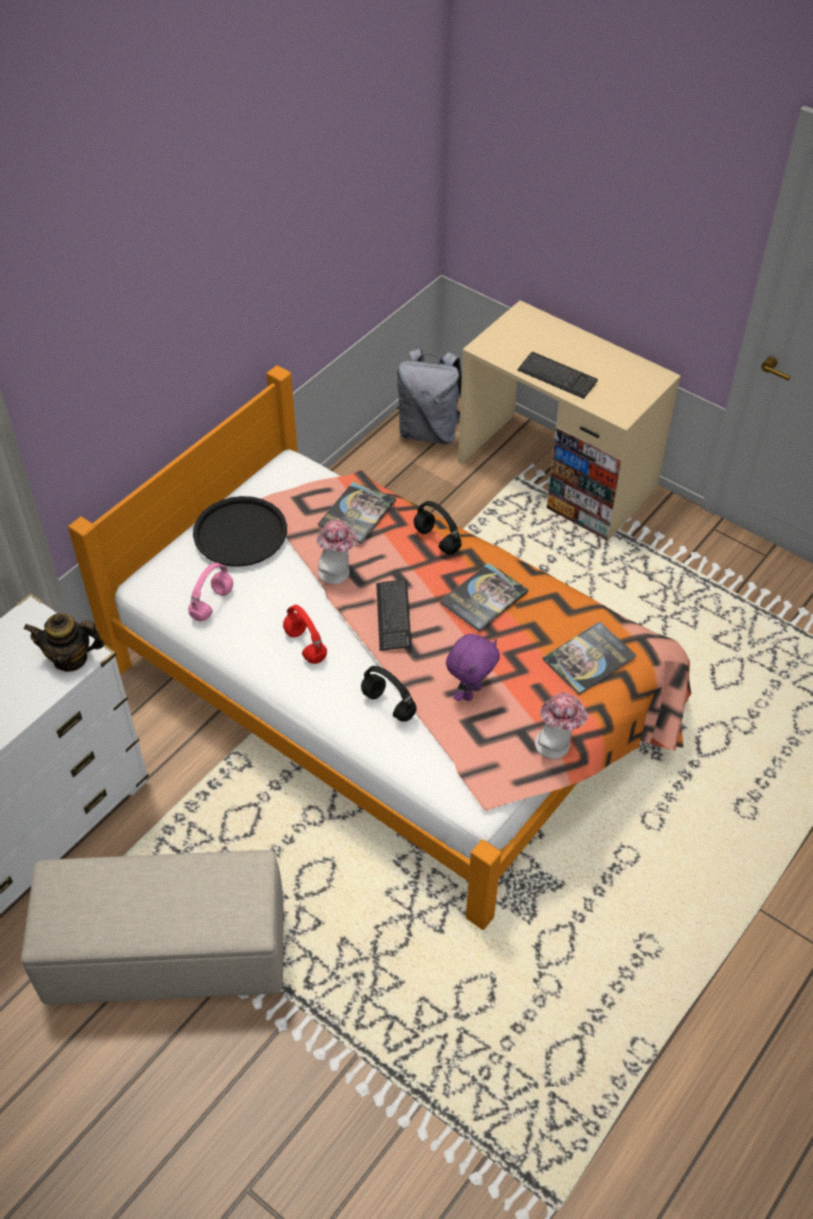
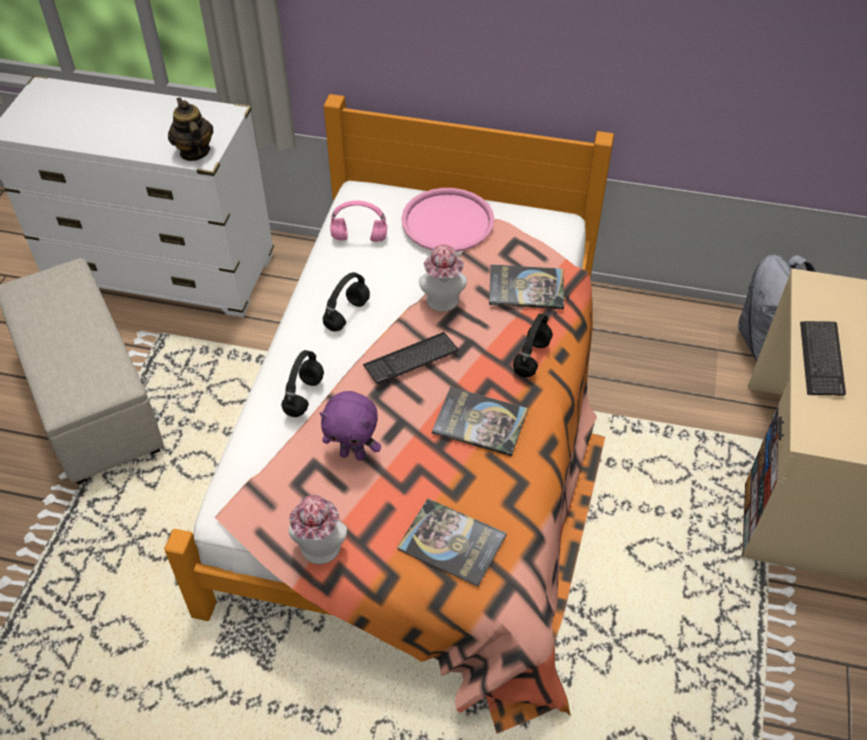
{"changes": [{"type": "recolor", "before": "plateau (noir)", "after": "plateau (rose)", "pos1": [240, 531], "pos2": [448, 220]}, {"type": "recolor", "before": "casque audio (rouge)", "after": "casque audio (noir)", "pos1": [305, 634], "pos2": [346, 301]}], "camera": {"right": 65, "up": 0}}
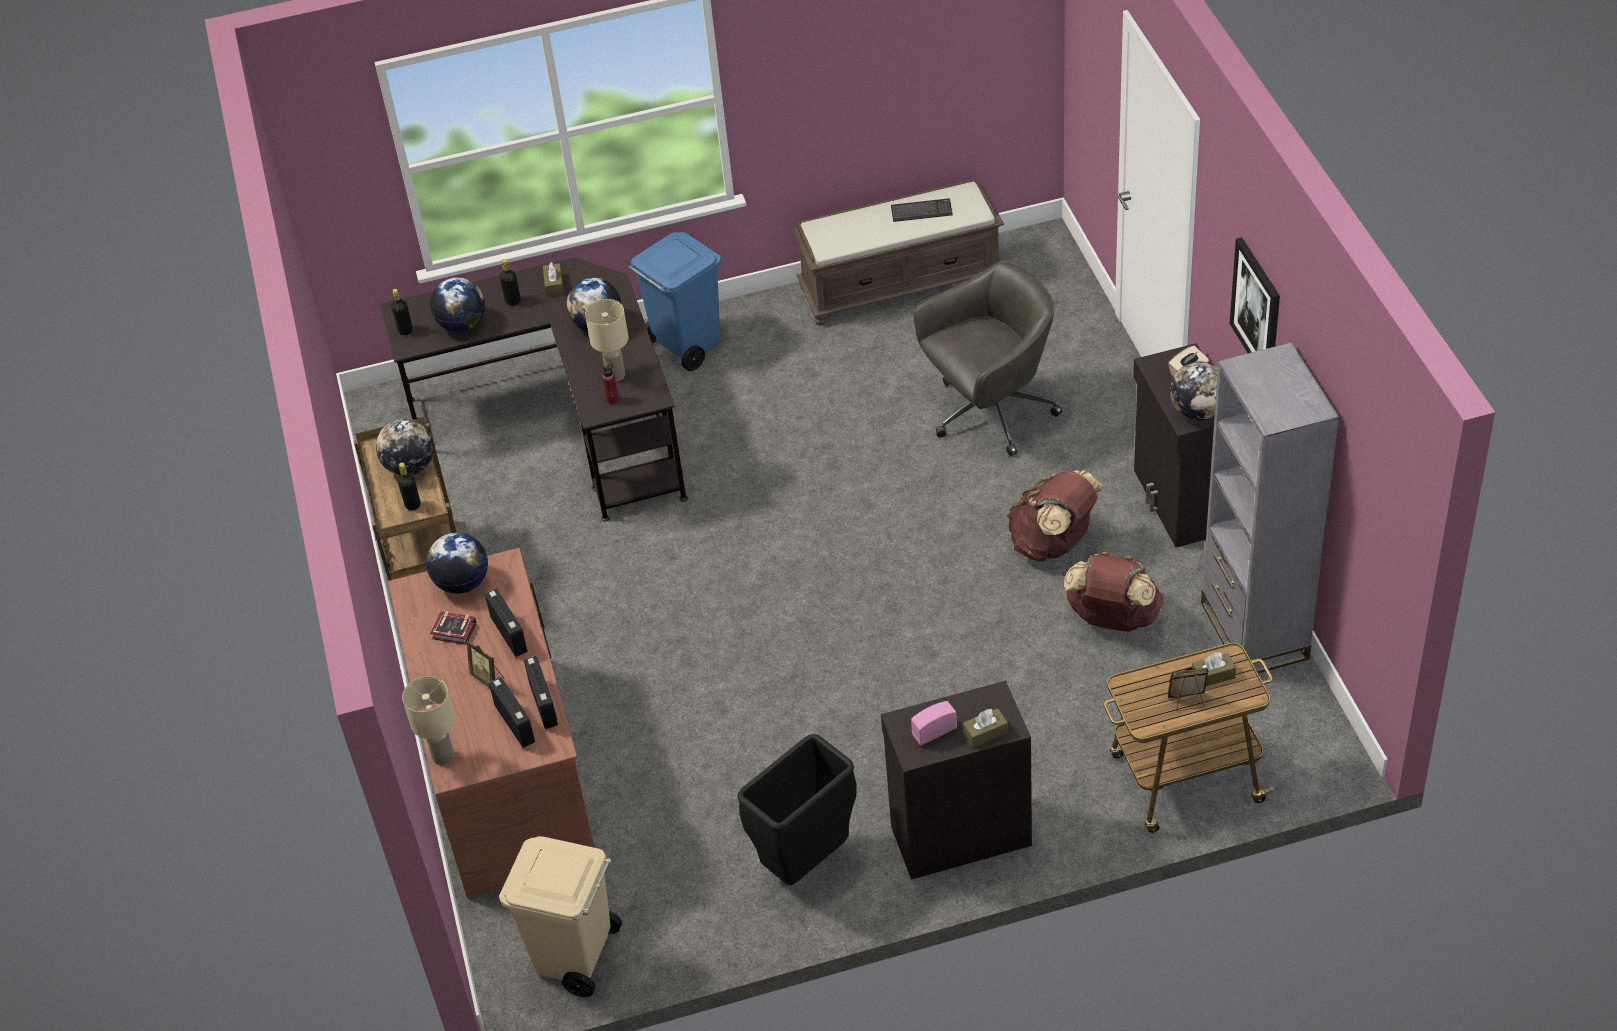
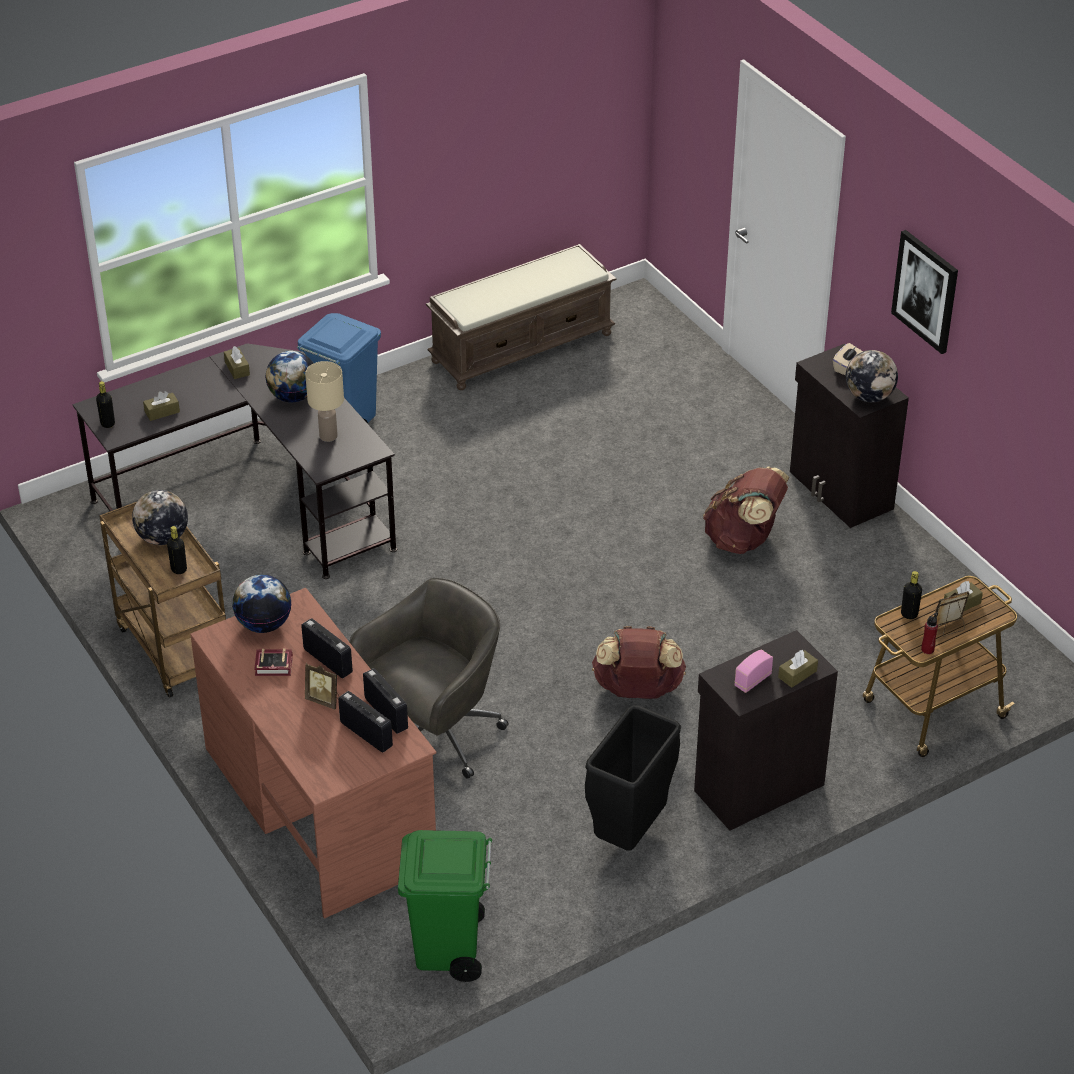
{"changes": [{"type": "delete", "before": "lampe de table (beige)", "pos1": [428, 720]}, {"type": "replace", "before": "globe", "after": "boîte à mouchoirs (marron)", "pos1": [457, 304], "pos2": [161, 406]}, {"type": "recolor", "before": "poubelle (beige)", "after": "poubelle (vert)", "pos1": [560, 916], "pos2": [445, 906]}, {"type": "move", "before": "bouteille (noir)", "pos1": [510, 282], "pos2": [911, 595]}, {"type": "move", "before": "bouteille (rouge)", "pos1": [610, 384], "pos2": [929, 633]}, {"type": "delete", "before": "clavier", "pos1": [922, 210]}, {"type": "move", "before": "chaise de bureau (gris)", "pos1": [988, 358], "pos2": [429, 678]}, {"type": "move", "before": "sac à dos (marron)", "pos1": [1114, 592], "pos2": [639, 662]}, {"type": "delete", "before": "bibliothèque (gris)", "pos1": [1270, 507]}], "camera": {"right": -20, "up": -5}}
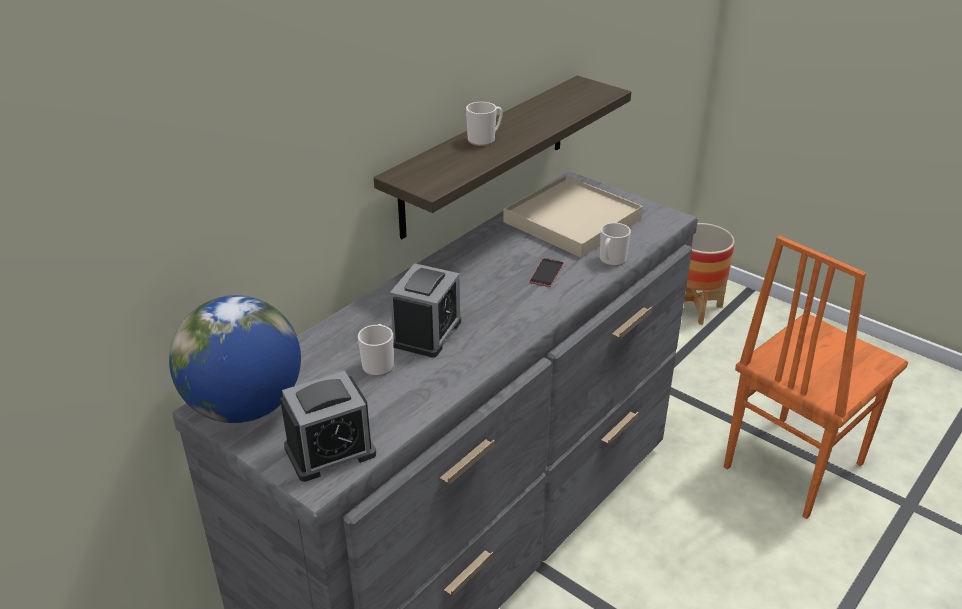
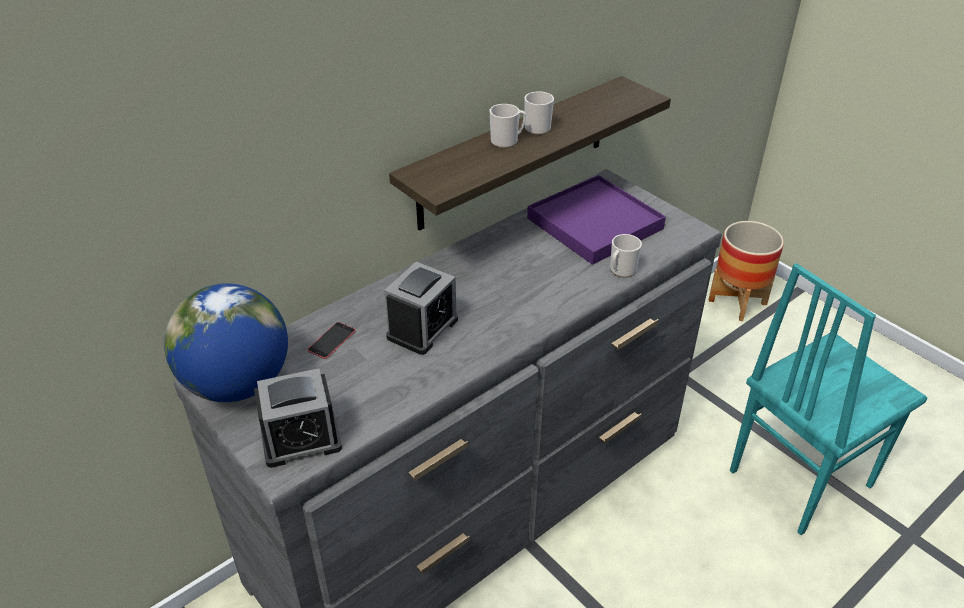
{"changes": [{"type": "move", "before": "mug", "pos1": [376, 350], "pos2": [539, 113]}, {"type": "recolor", "before": "plateau (beige)", "after": "plateau (violet)", "pos1": [573, 216], "pos2": [596, 220]}, {"type": "move", "before": "téléphone", "pos1": [546, 272], "pos2": [331, 340]}, {"type": "recolor", "before": "chaise (orange)", "after": "chaise (turquoise)", "pos1": [816, 377], "pos2": [828, 399]}], "camera": {"right": 10, "up": 5}}
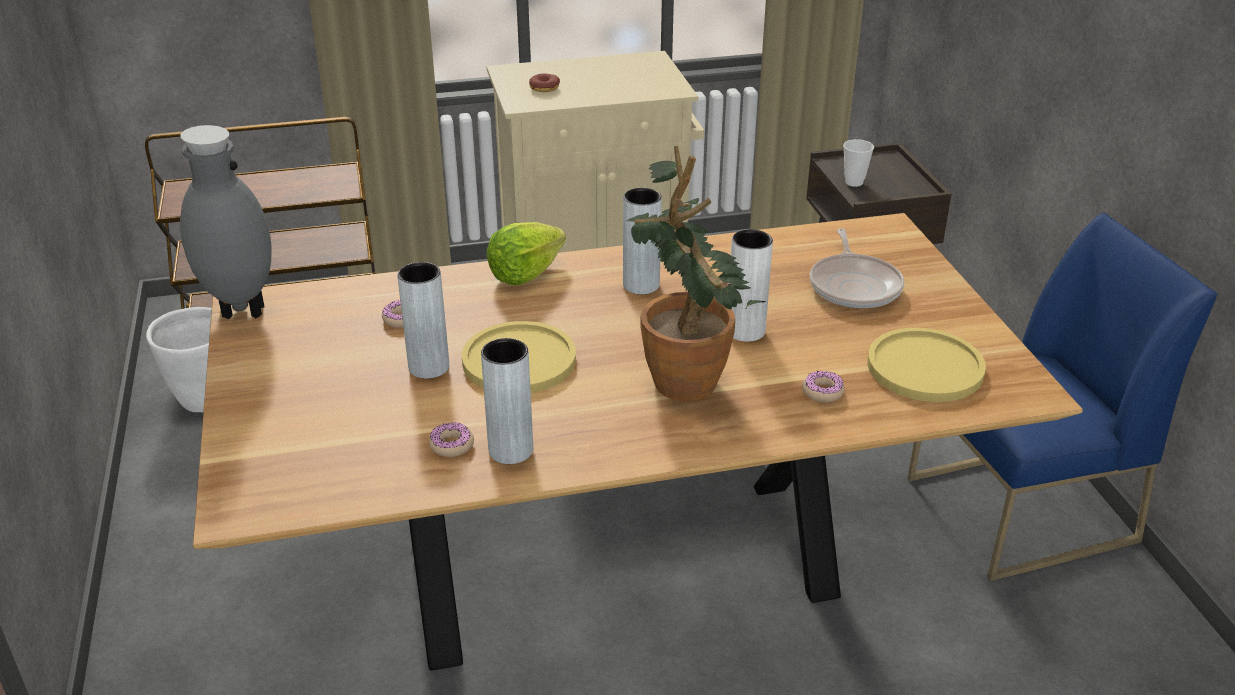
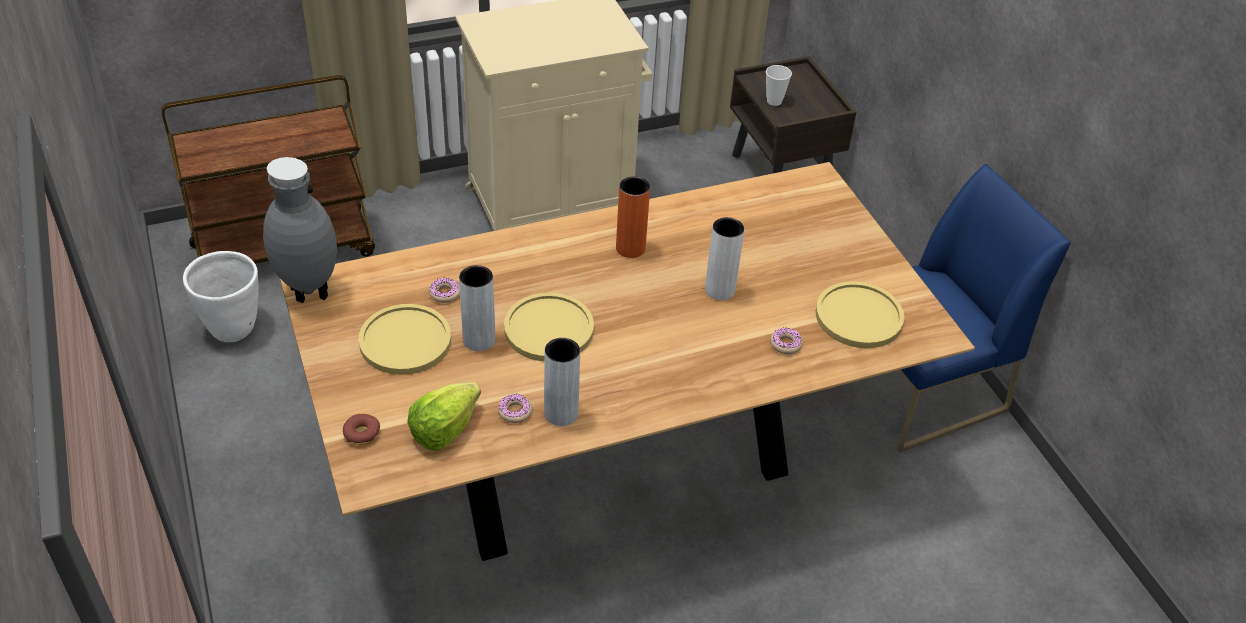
{"changes": [{"type": "move", "before": "laitue", "pos1": [526, 253], "pos2": [444, 416]}, {"type": "move", "before": "beignet", "pos1": [544, 82], "pos2": [361, 429]}, {"type": "recolor", "before": "vase (gris)", "after": "vase (orange)", "pos1": [642, 241], "pos2": [633, 217]}, {"type": "delete", "before": "plante en pot", "pos1": [696, 273]}, {"type": "delete", "before": "poêle", "pos1": [857, 268]}, {"type": "insert", "after": "assiette (jaune)", "pos2": [405, 339]}], "camera": {"right": -10, "up": 10}}
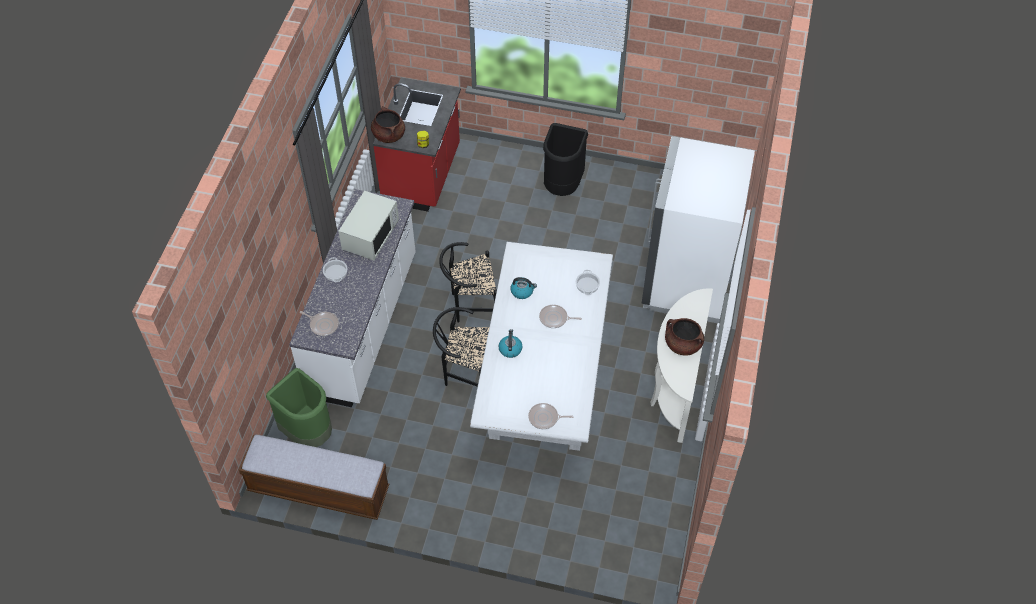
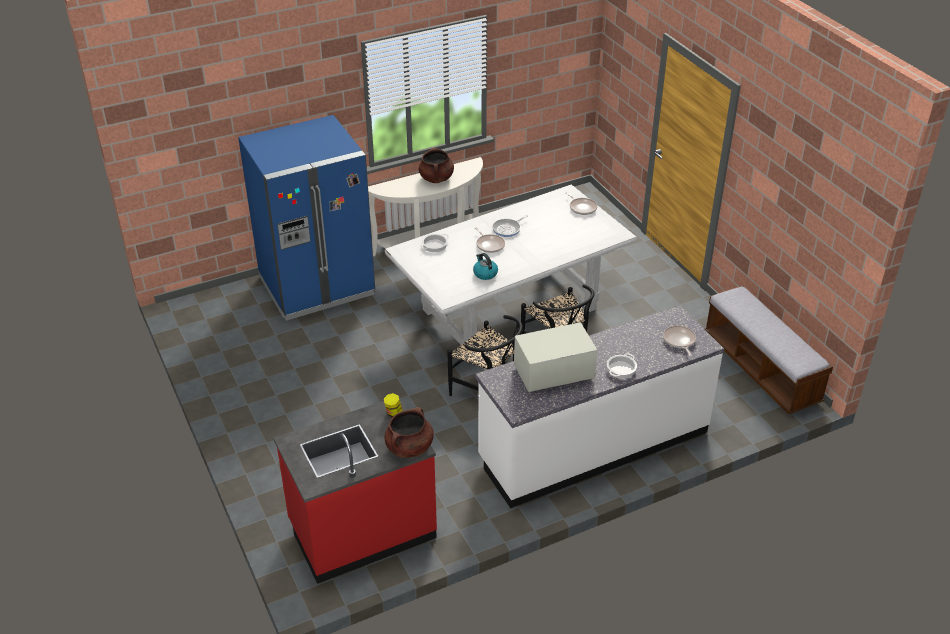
{"changes": [{"type": "delete", "before": "poubelle (vert)", "pos1": [299, 407]}, {"type": "delete", "before": "bouilloire", "pos1": [510, 343]}, {"type": "delete", "before": "poubelle (noir)", "pos1": [565, 159]}, {"type": "recolor", "before": "réfrigérateur (blanc)", "after": "réfrigérateur (bleu)", "pos1": [698, 229], "pos2": [306, 218]}, {"type": "insert", "after": "poêle", "pos2": [510, 226]}], "camera": {"right": -130, "up": -15}}
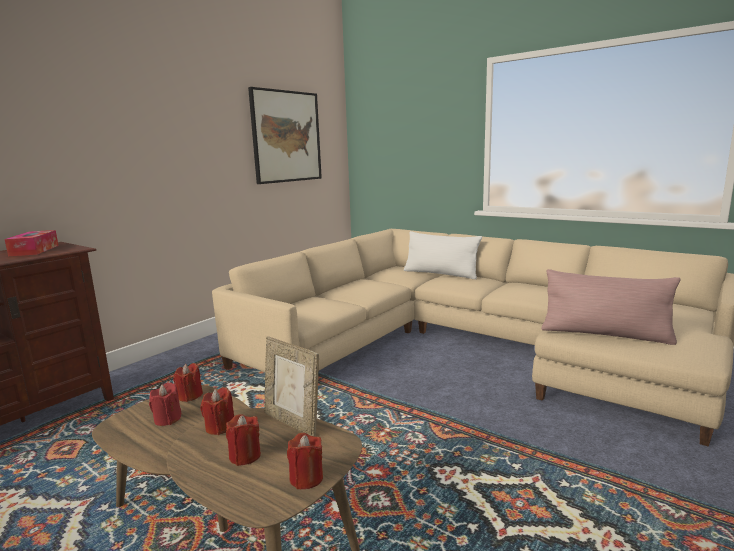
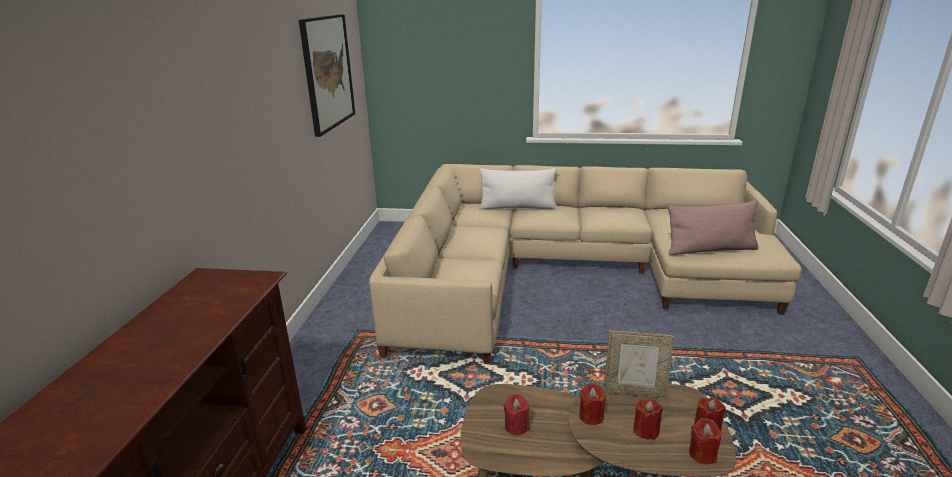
{"changes": [{"type": "delete", "before": "boîte à mouchoirs", "pos1": [31, 243]}, {"type": "move", "before": "bougie (rouge)", "pos1": [188, 382], "pos2": [705, 441]}], "camera": {"right": -30, "up": 10}}
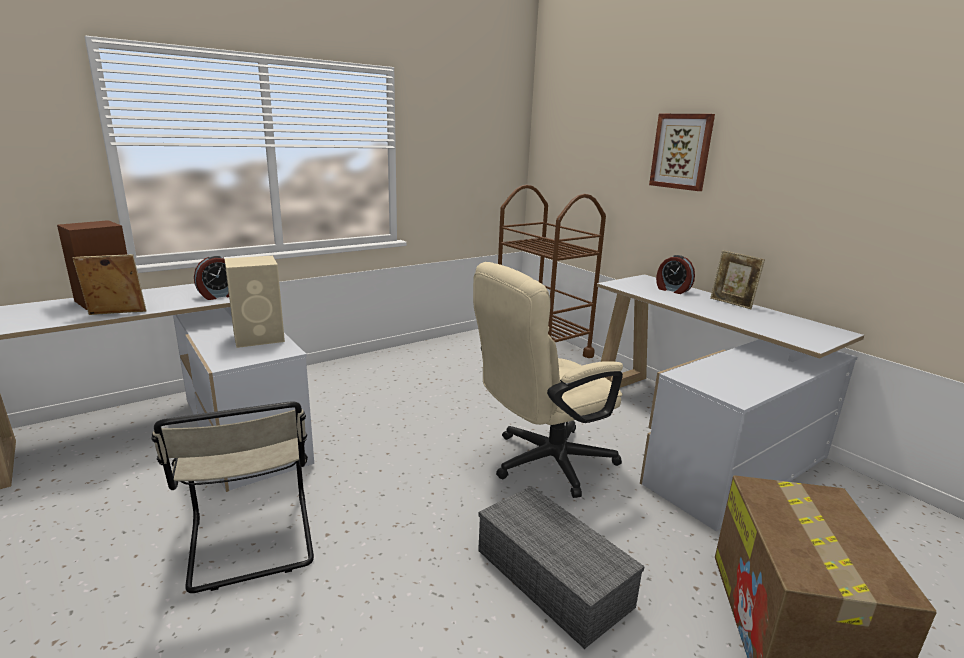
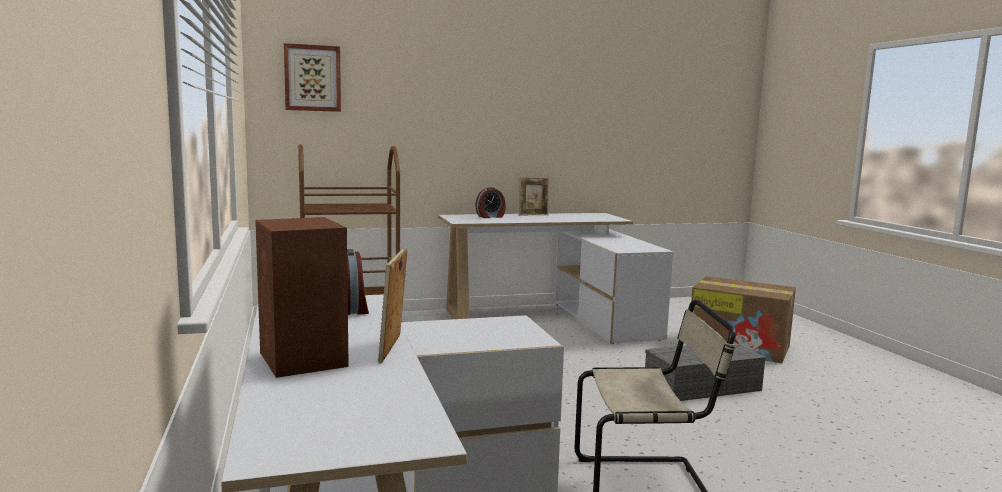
{"changes": [{"type": "delete", "before": "enceinte (beige)", "pos1": [254, 302]}, {"type": "delete", "before": "chaise de bureau (beige)", "pos1": [548, 380]}, {"type": "move", "before": "tableau", "pos1": [682, 152], "pos2": [312, 77]}], "camera": {"right": -70, "up": -10}}
